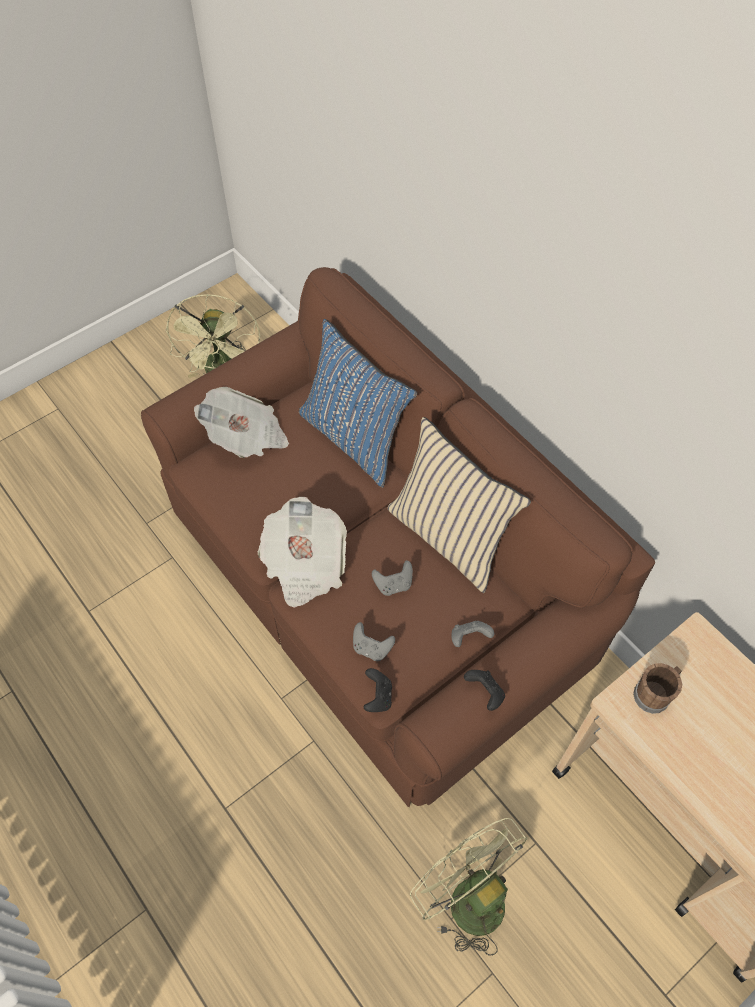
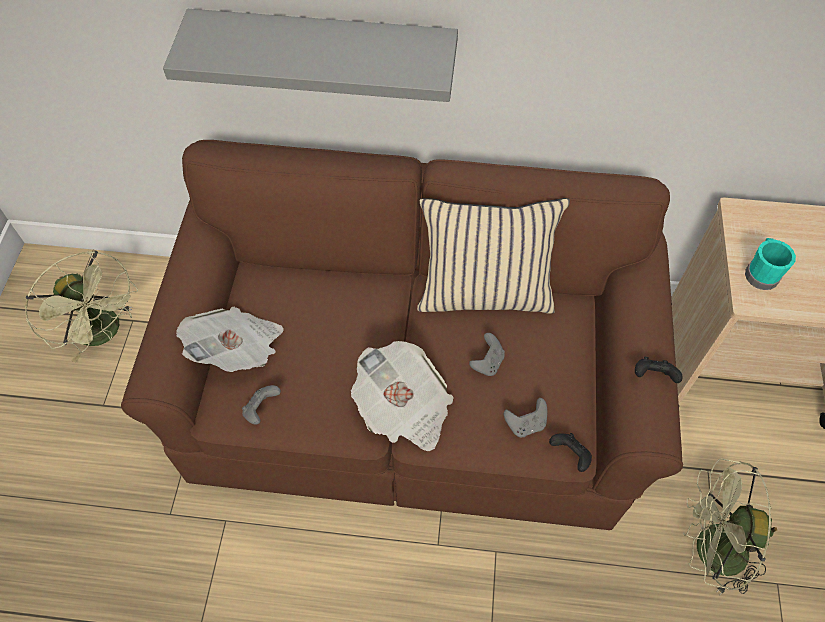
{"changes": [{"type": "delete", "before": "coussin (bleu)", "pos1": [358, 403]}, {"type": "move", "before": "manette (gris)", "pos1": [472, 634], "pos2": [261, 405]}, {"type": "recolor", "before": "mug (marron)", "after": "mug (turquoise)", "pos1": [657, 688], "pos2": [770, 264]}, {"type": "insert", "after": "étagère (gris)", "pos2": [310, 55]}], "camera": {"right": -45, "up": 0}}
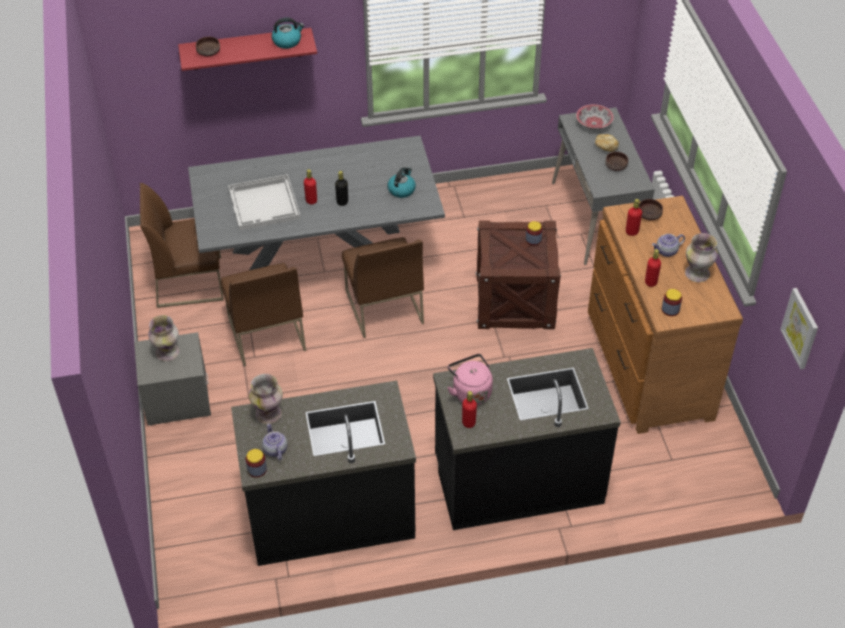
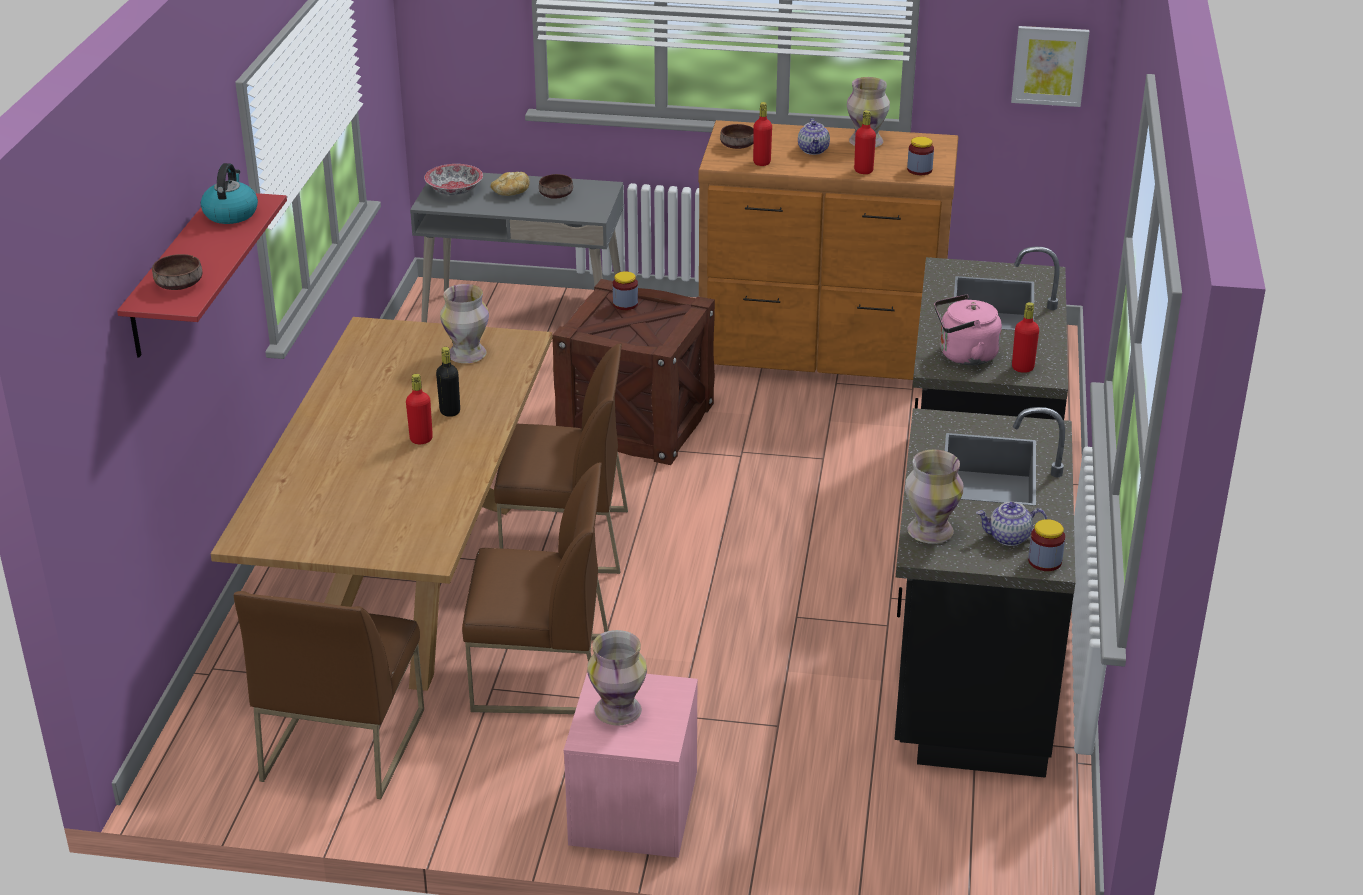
{"changes": [{"type": "recolor", "before": "table de chevet (gris)", "after": "table de chevet (rose)", "pos1": [172, 379], "pos2": [631, 765]}, {"type": "recolor", "before": "table à manger (gris)", "after": "table à manger (marron)", "pos1": [316, 203], "pos2": [381, 504]}, {"type": "delete", "before": "plateau (blanc)", "pos1": [264, 202]}, {"type": "replace", "before": "bouilloire", "after": "vase", "pos1": [401, 182], "pos2": [464, 323]}], "camera": {"right": -70, "up": -15}}
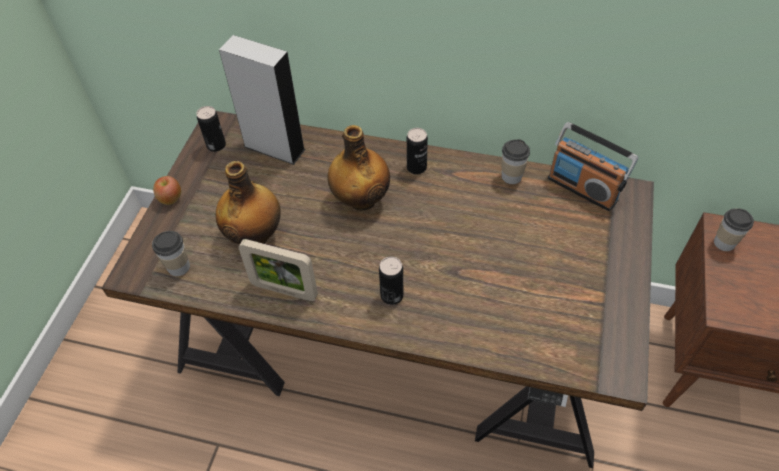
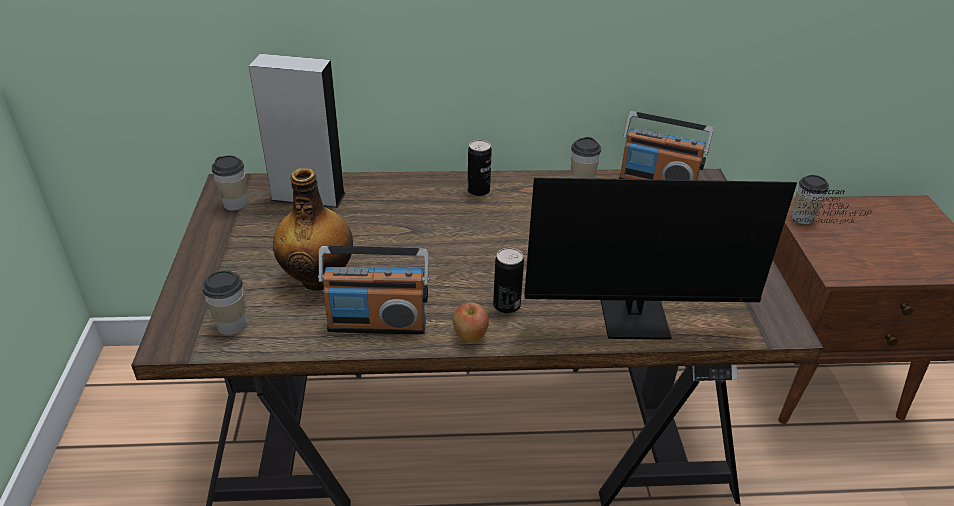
{"changes": [{"type": "move", "before": "pomme", "pos1": [167, 190], "pos2": [471, 322]}, {"type": "replace", "before": "boîte métallique", "after": "tasse", "pos1": [211, 129], "pos2": [229, 183]}, {"type": "replace", "before": "cadre photo", "after": "radio", "pos1": [278, 270], "pos2": [373, 290]}, {"type": "delete", "before": "bouteille", "pos1": [359, 168]}, {"type": "insert", "after": "écran d'ordinateur", "pos2": [698, 259]}], "camera": {"right": -20, "up": -15}}
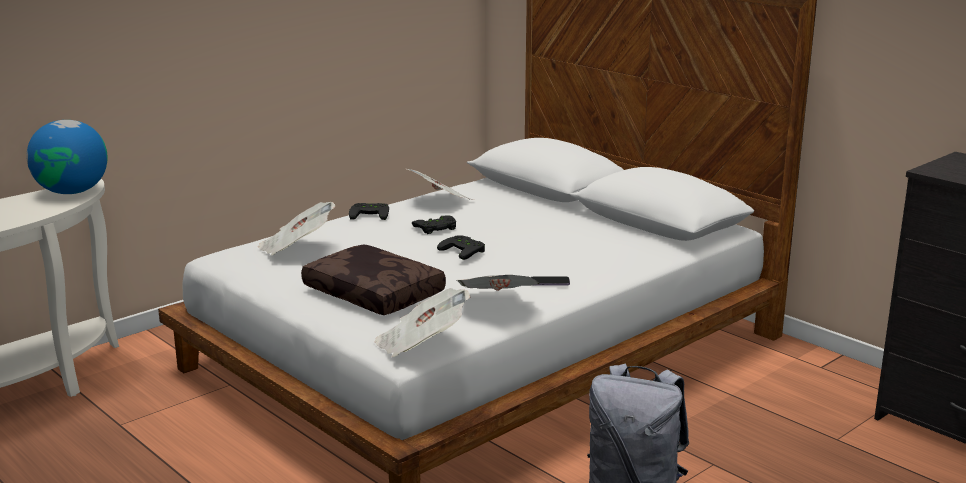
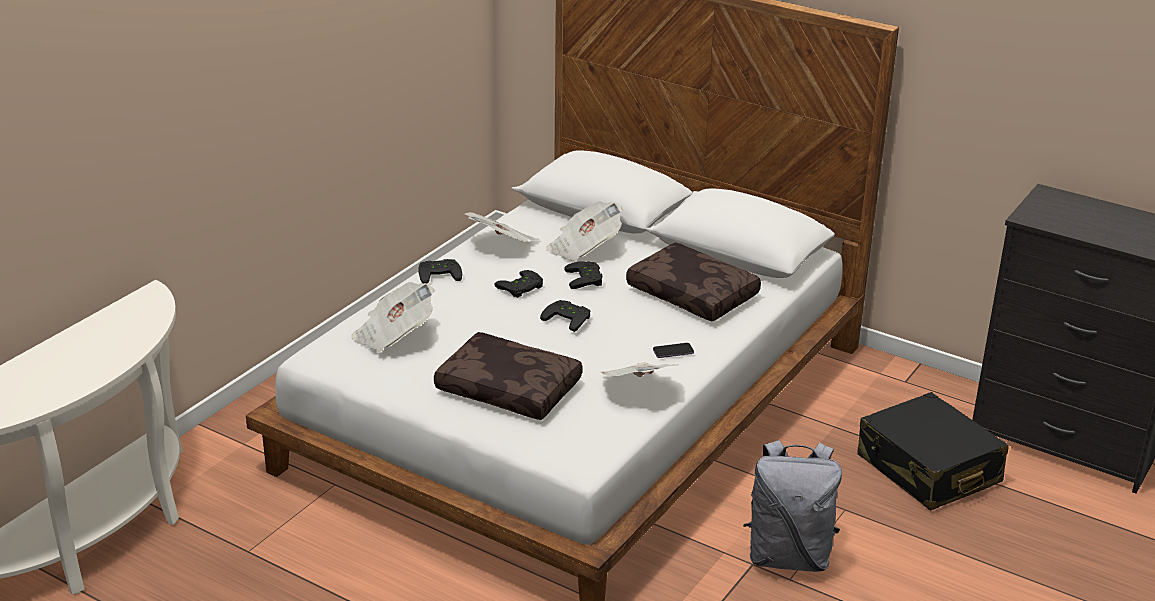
{"changes": [{"type": "delete", "before": "globe", "pos1": [67, 157]}, {"type": "move", "before": "journal", "pos1": [422, 322], "pos2": [584, 231]}, {"type": "insert", "after": "manette (noir)", "pos2": [583, 275]}, {"type": "insert", "after": "coussin (marron)", "pos2": [693, 281]}, {"type": "insert", "after": "valise (noir)", "pos2": [933, 451]}], "camera": {"right": -15, "up": 10}}
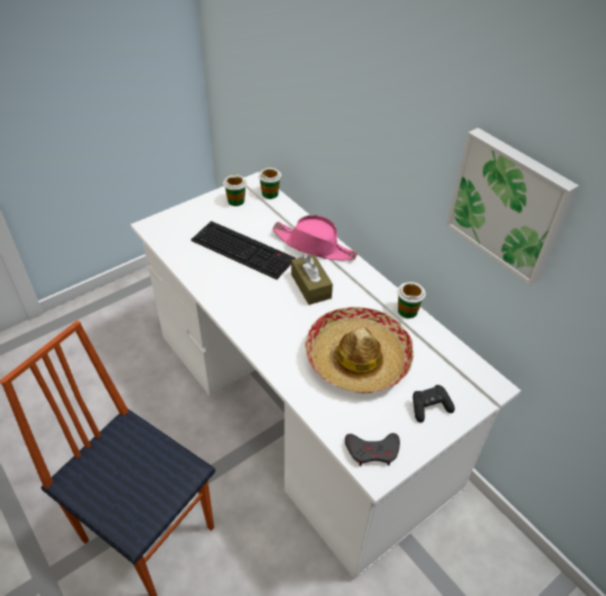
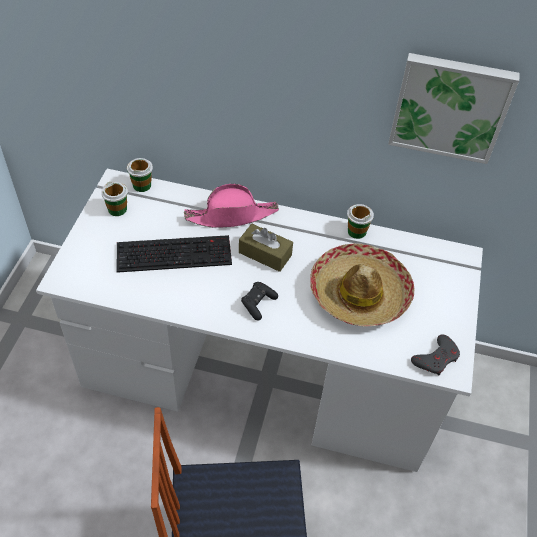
{"changes": [{"type": "move", "before": "manette (noir)", "pos1": [434, 404], "pos2": [259, 301]}], "camera": {"right": -40, "up": 5}}
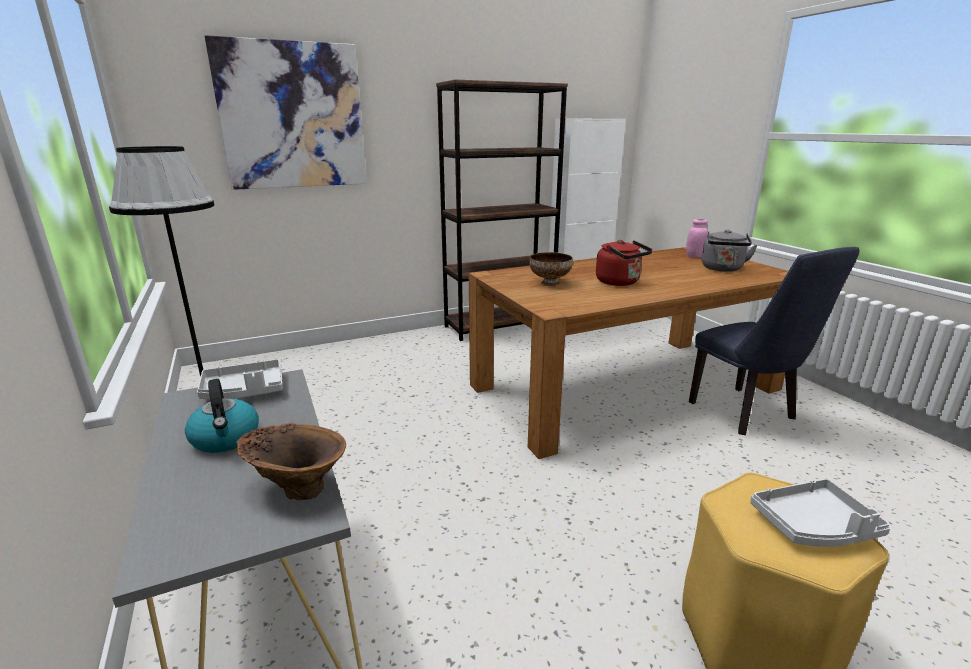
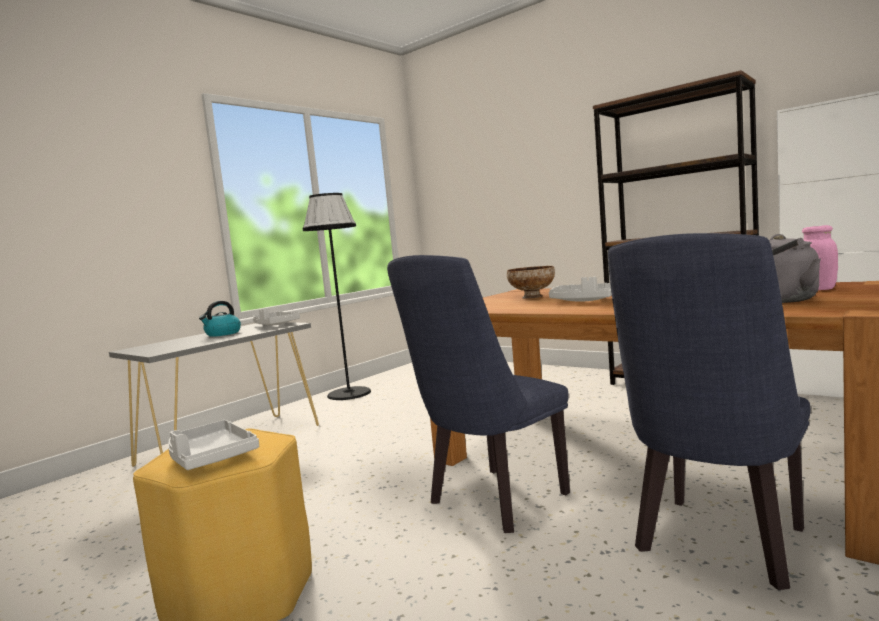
{"changes": [{"type": "delete", "before": "tableau", "pos1": [286, 112]}, {"type": "delete", "before": "vase (marron)", "pos1": [291, 461]}, {"type": "replace", "before": "bouilloire (rouge)", "after": "plateau (gris)", "pos1": [624, 263], "pos2": [580, 289]}, {"type": "insert", "after": "chaise (bleu)", "pos2": [478, 394]}], "camera": {"right": 65, "up": -15}}
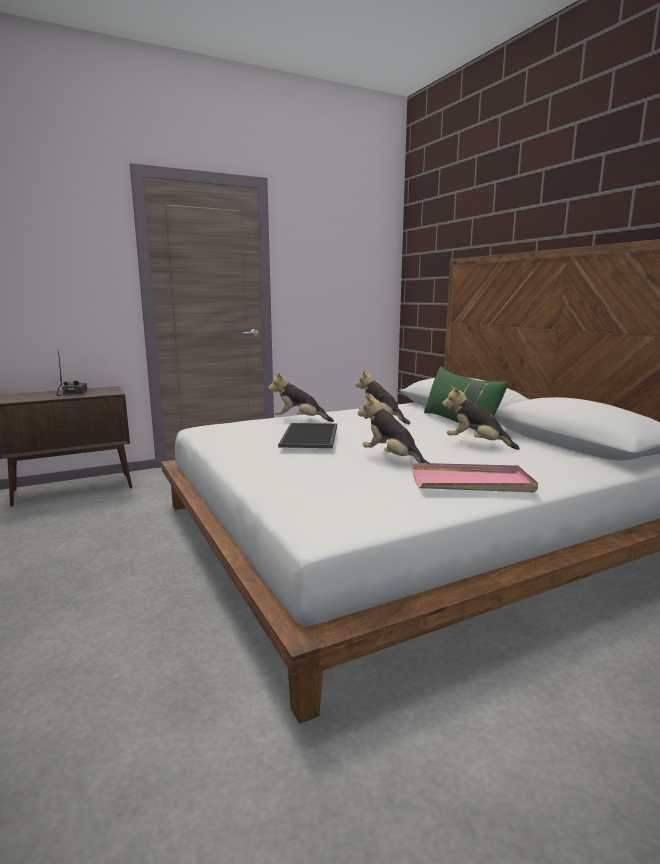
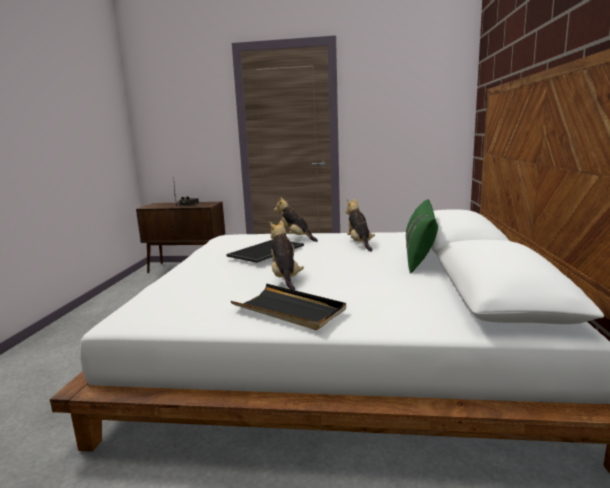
{"changes": [{"type": "recolor", "before": "plateau (rose)", "after": "plateau (noir)", "pos1": [475, 477], "pos2": [288, 307]}, {"type": "delete", "before": "peluche", "pos1": [481, 418]}], "camera": {"right": 35, "up": 0}}
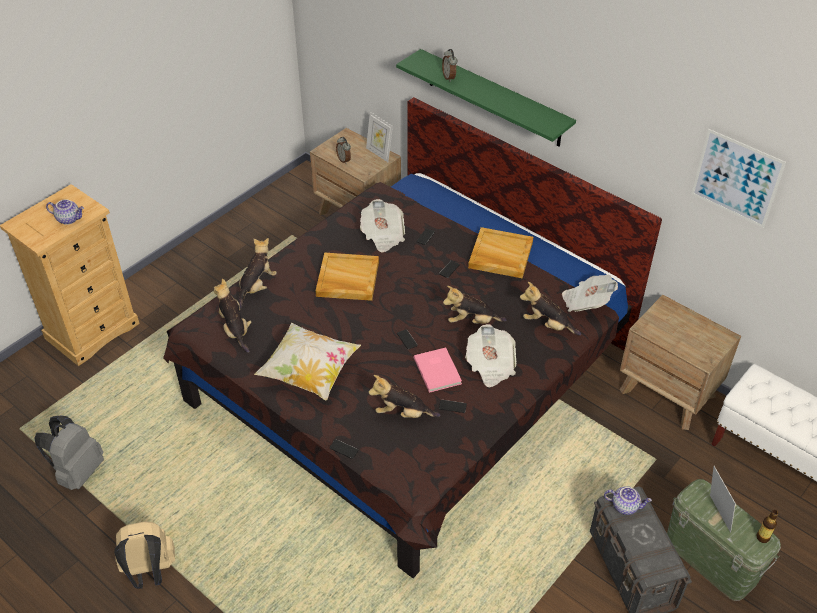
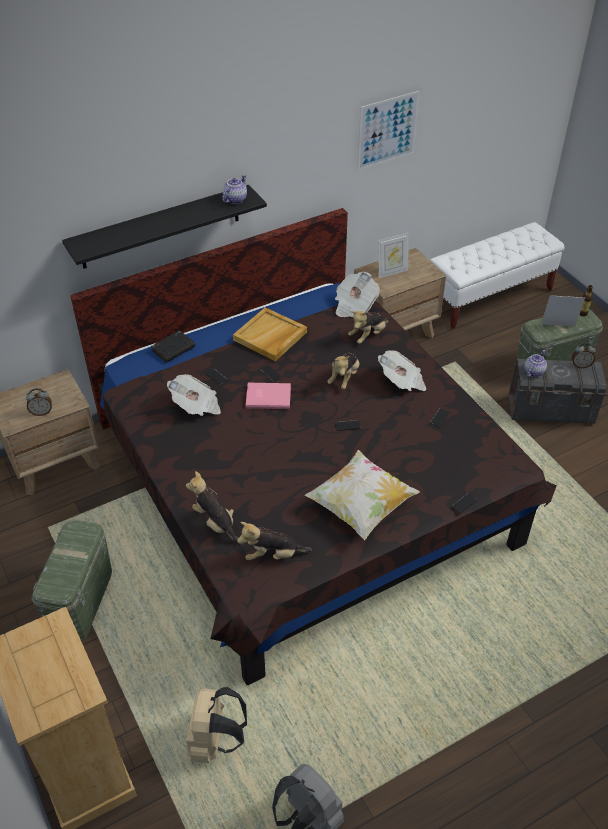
{"changes": [{"type": "move", "before": "théière", "pos1": [65, 212], "pos2": [234, 189]}, {"type": "move", "before": "sac à dos (beige)", "pos1": [144, 555], "pos2": [216, 725]}, {"type": "delete", "before": "plateau (beige)", "pos1": [347, 277]}, {"type": "move", "before": "cadre photo", "pos1": [379, 137], "pos2": [393, 255]}, {"type": "delete", "before": "peluche", "pos1": [404, 396]}, {"type": "recolor", "before": "étagère (vert)", "after": "étagère (noir)", "pos1": [486, 98], "pos2": [164, 227]}, {"type": "move", "before": "livre (rose)", "pos1": [437, 370], "pos2": [268, 396]}, {"type": "move", "before": "réveil", "pos1": [449, 65], "pos2": [584, 355]}, {"type": "insert", "after": "boîte de rangement (vert)", "pos2": [72, 580]}, {"type": "insert", "after": "livre (noir)", "pos2": [173, 346]}], "camera": {"right": -70, "up": 0}}
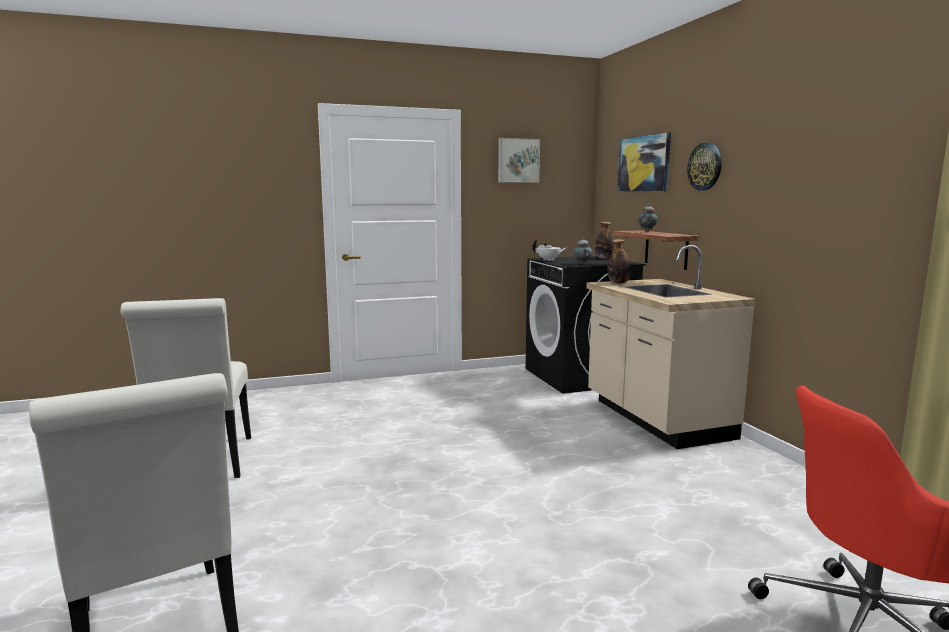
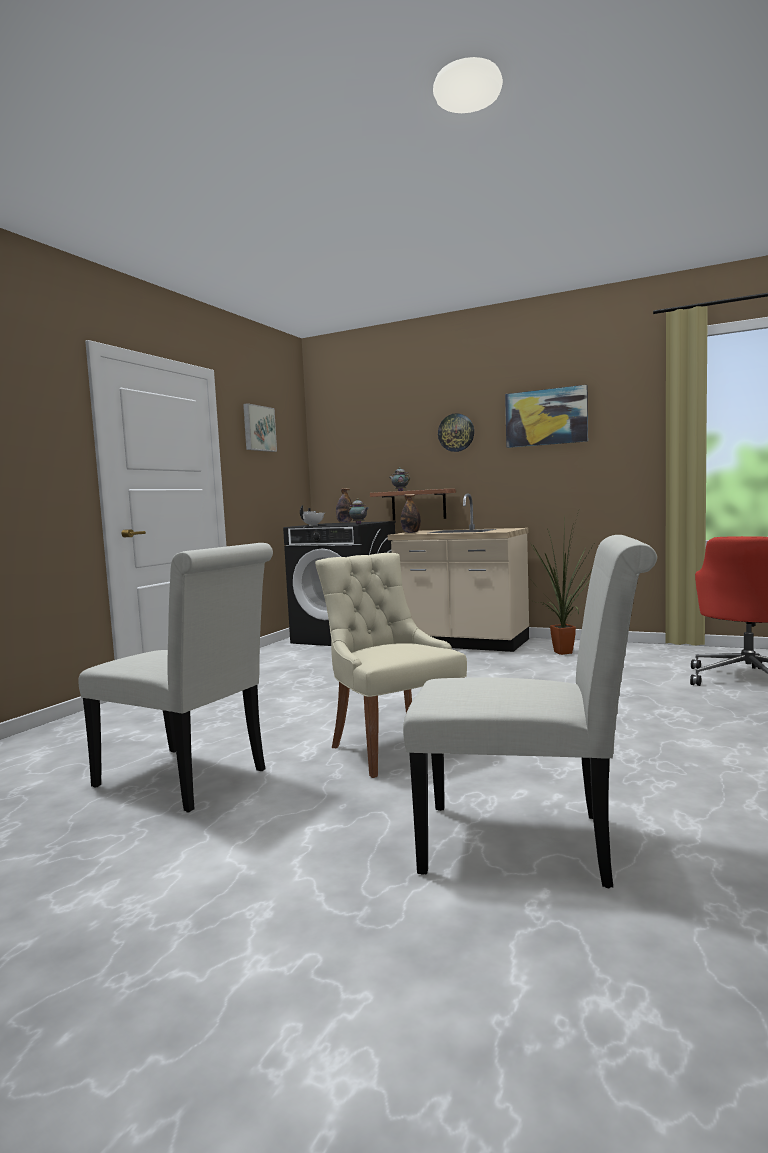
{"changes": [{"type": "move", "before": "tableau", "pos1": [644, 162], "pos2": [546, 416]}, {"type": "insert", "after": "chaise (beige)", "pos2": [391, 665]}, {"type": "insert", "after": "plante en pot", "pos2": [562, 581]}], "camera": {"right": -45, "up": -5}}
